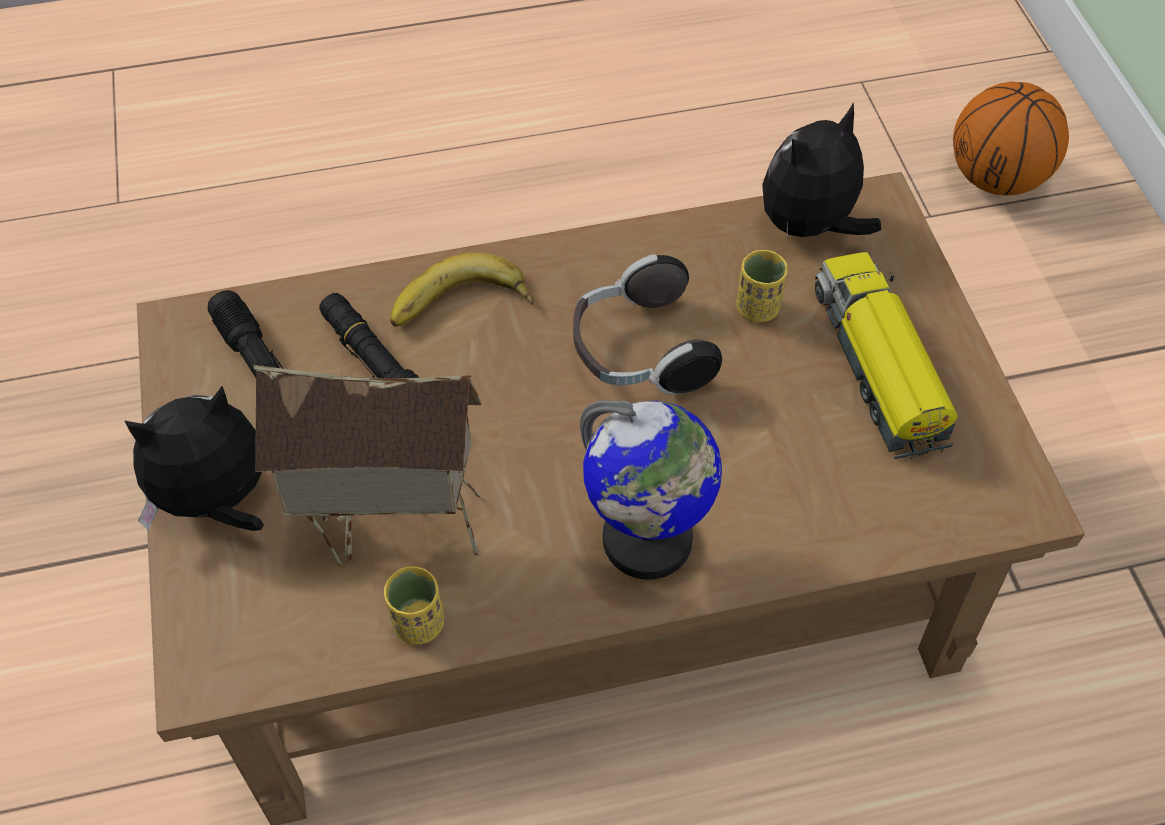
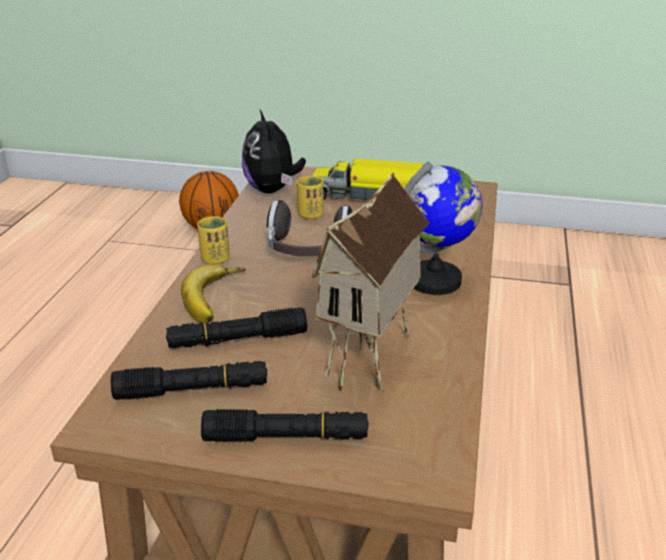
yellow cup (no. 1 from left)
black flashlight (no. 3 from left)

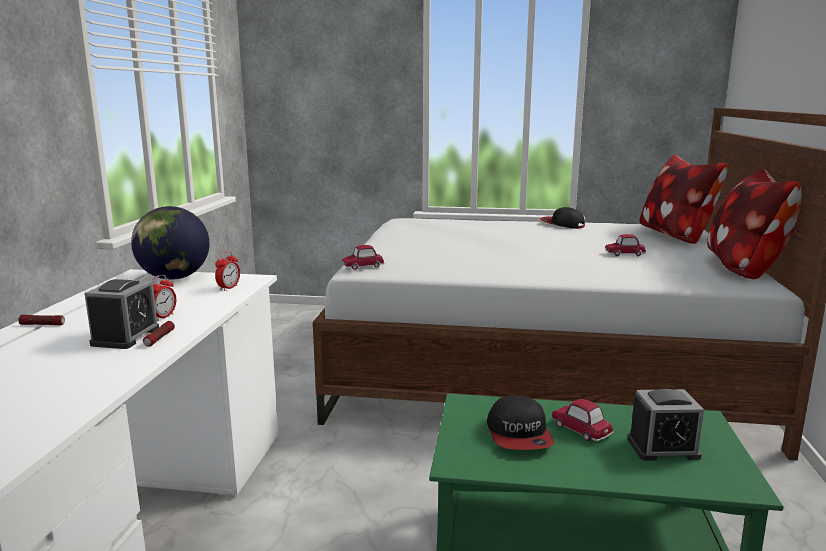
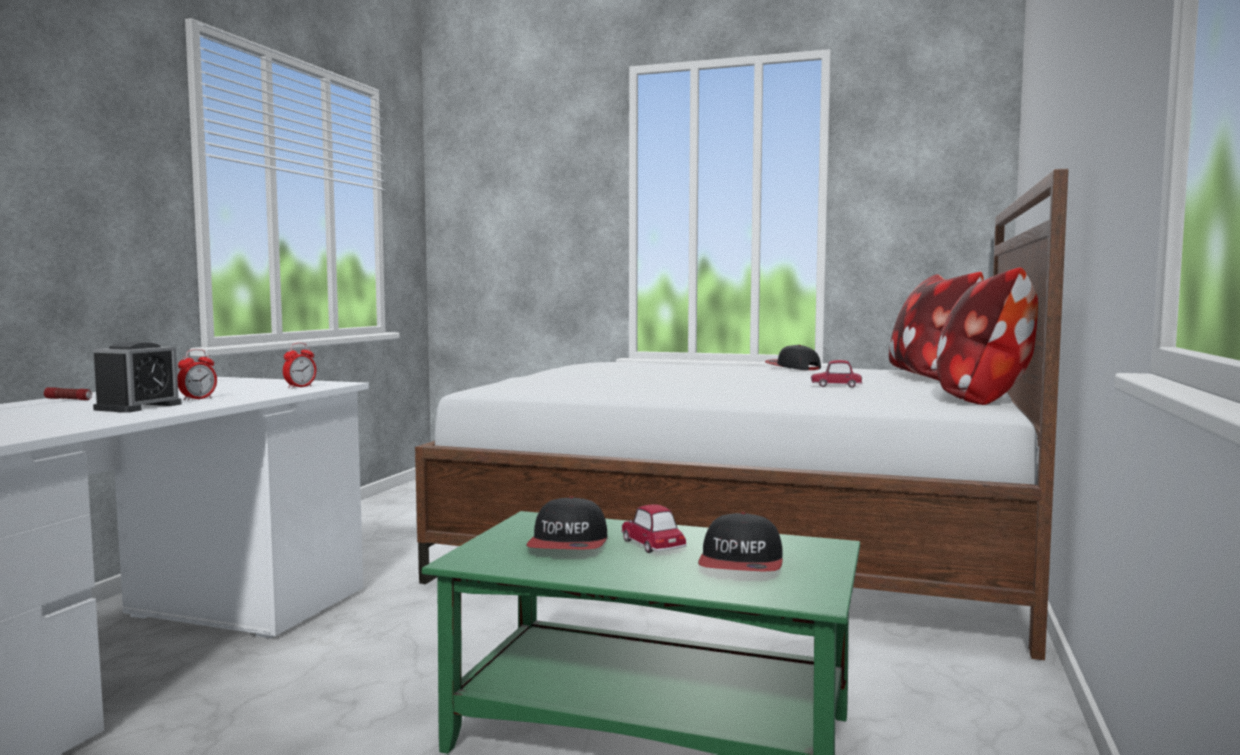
globe
flashlight (no. 2 from left in the first image)
toy car (no. 1 from left in the first image)
cap (no. 2 from left)

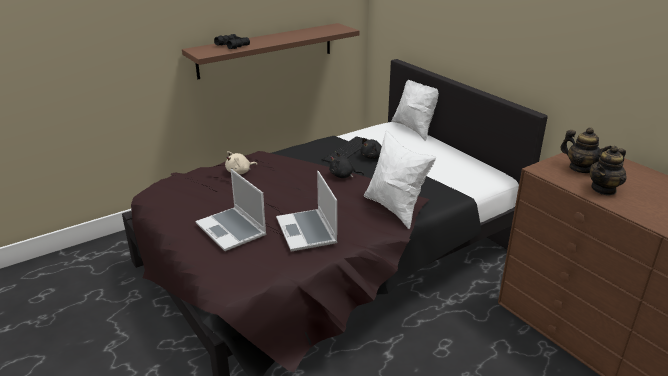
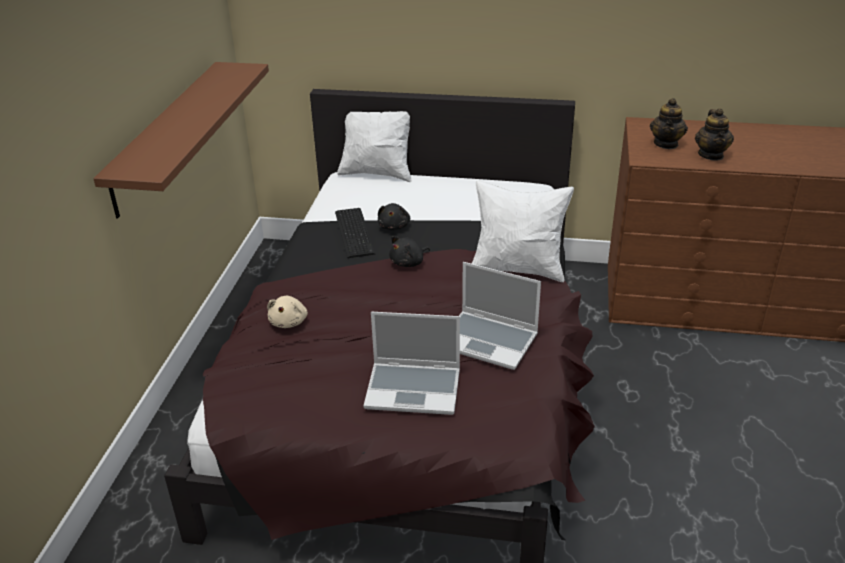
black binoculars
teapot (no. 1 from left)

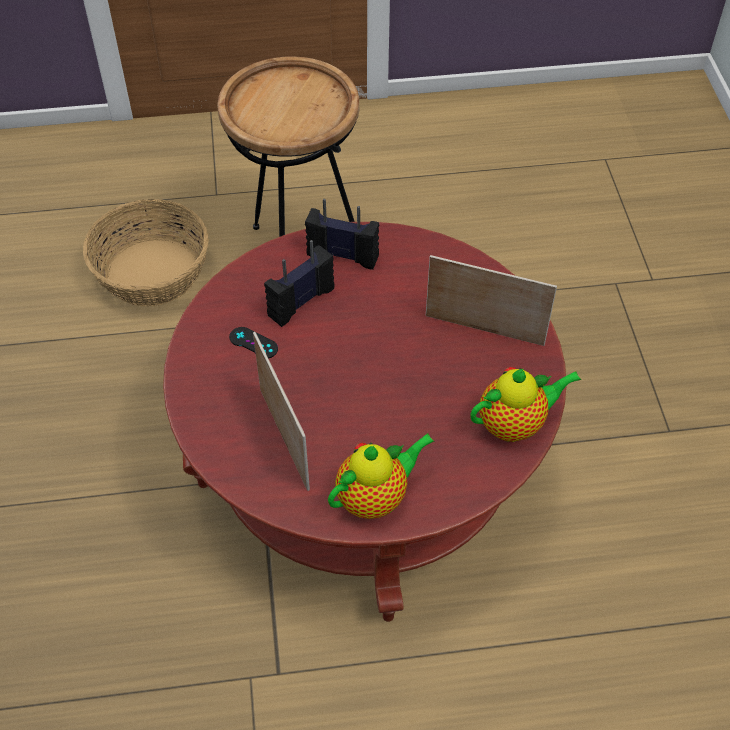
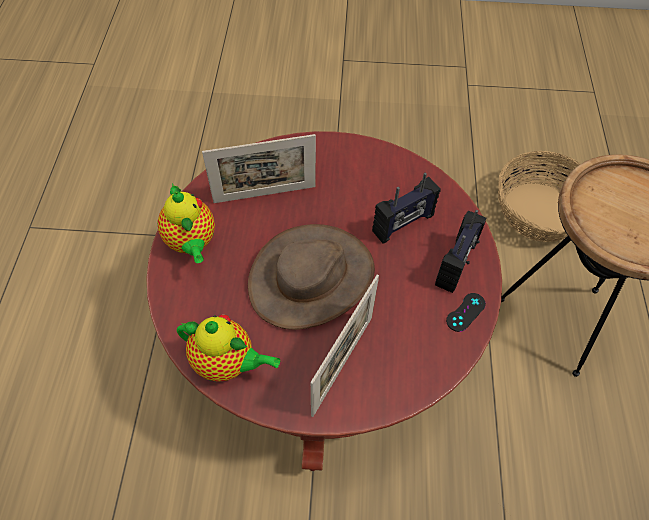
brown hat
black game controller
radio (no. 1 from left)
teapot (no. 2 from left)

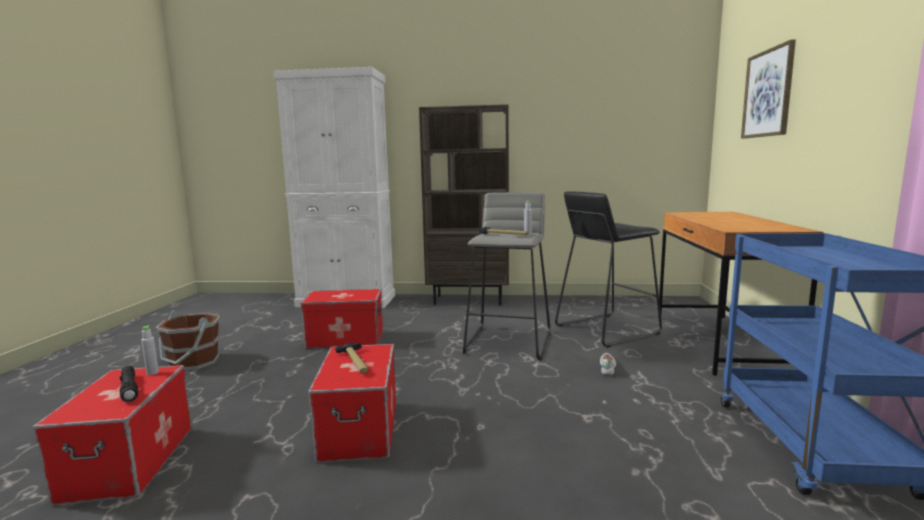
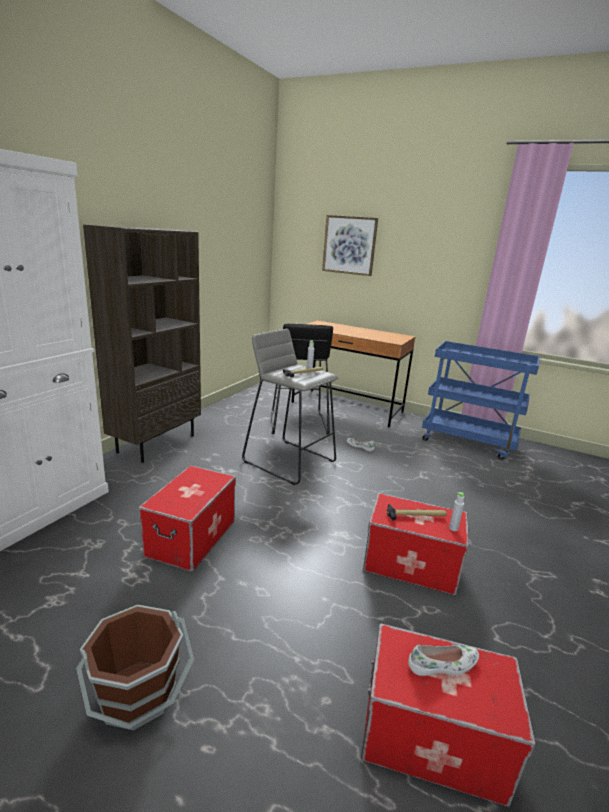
grey bottle (no. 2 from left)
white shoe (no. 2 from left)

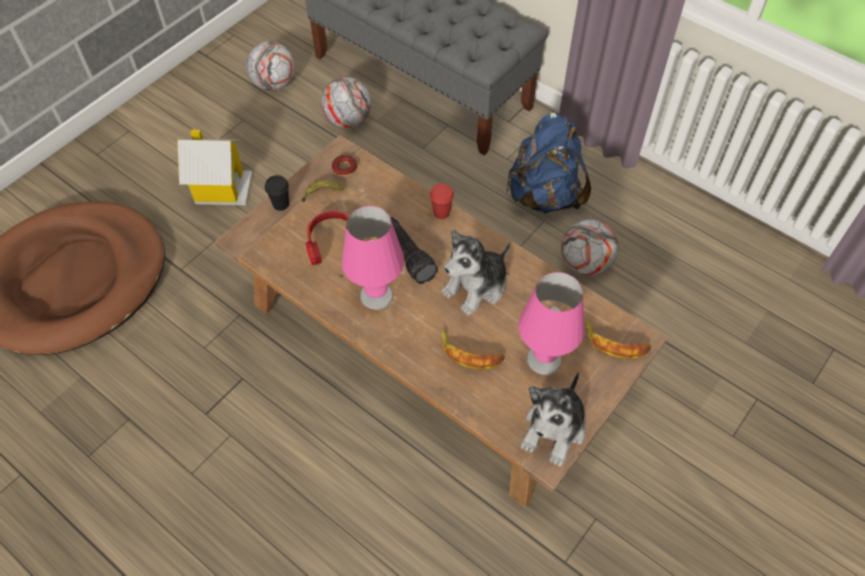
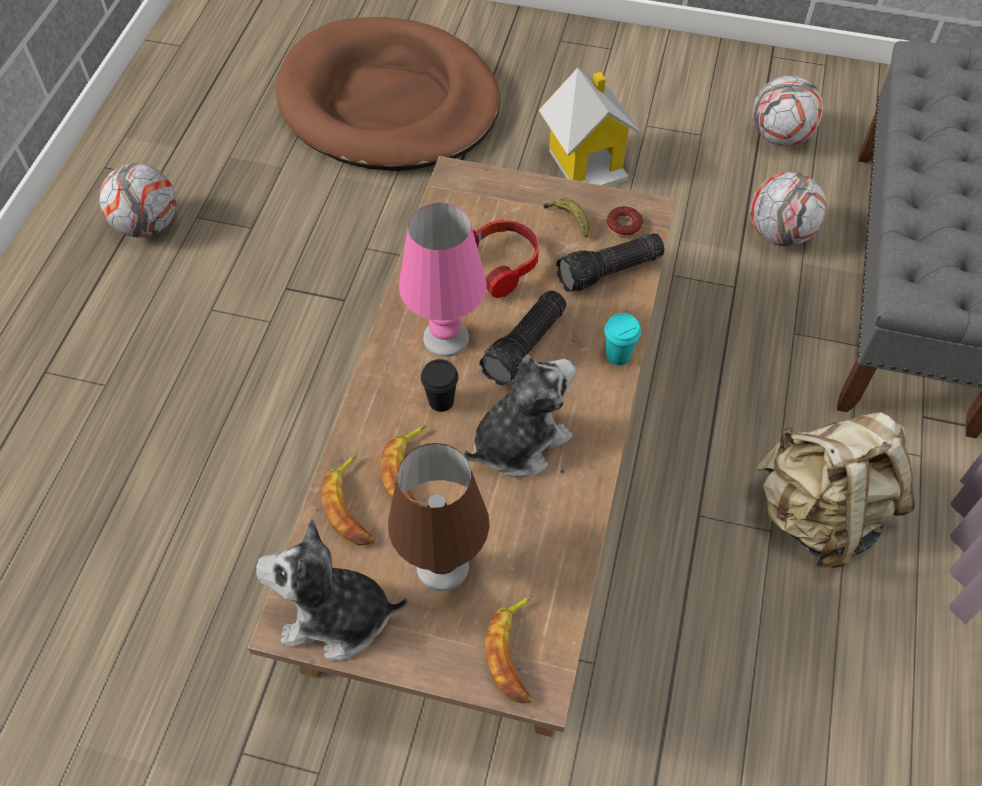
banana (no. 1 from left)
flashlight (no. 2 from left)
black cup
football (no. 1 from left)
turquoise cup
beige backpack
brown table lamp
plush toy (no. 2 from left)

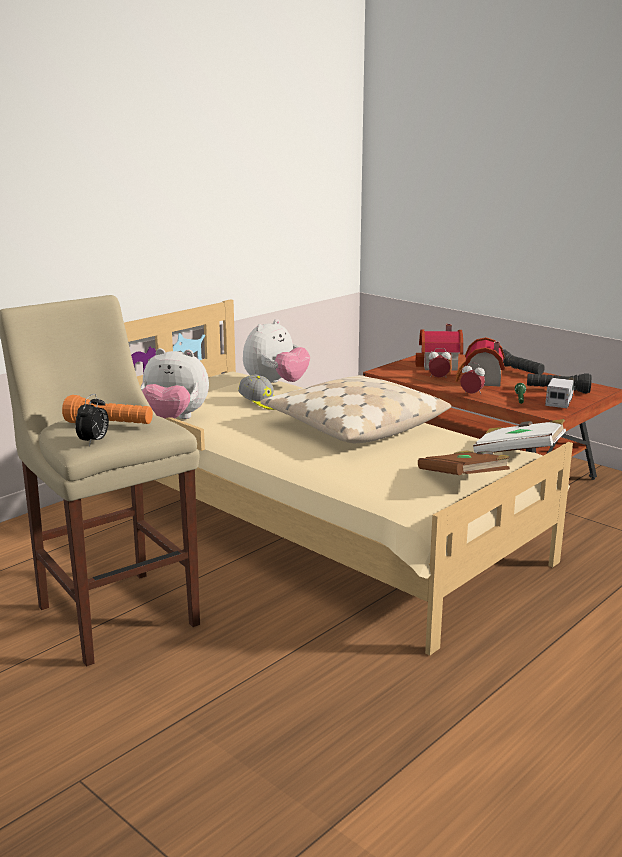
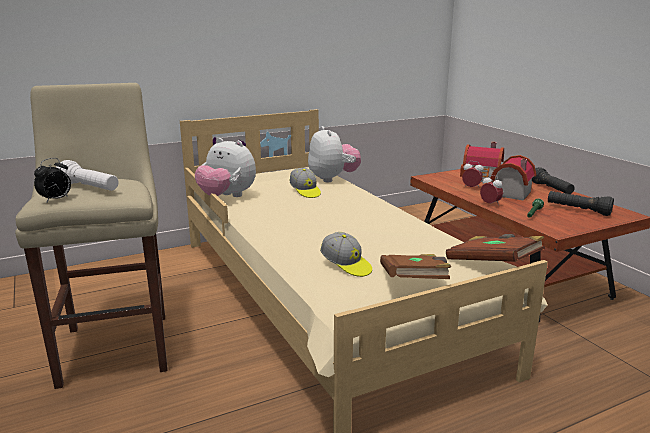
beige pillow
toy truck
cap (no. 2 from left)
white flashlight
brown book (no. 2 from left)
plush toy (no. 2 from left)

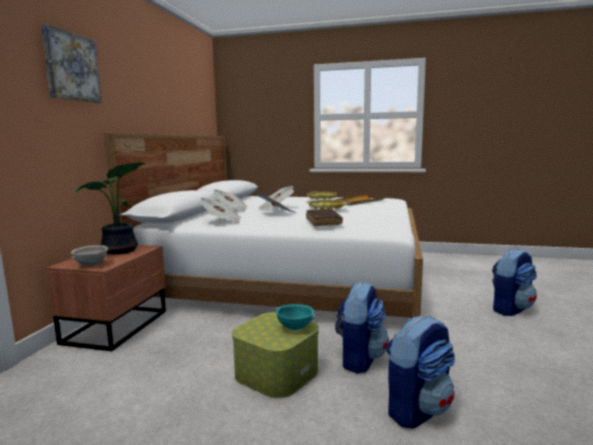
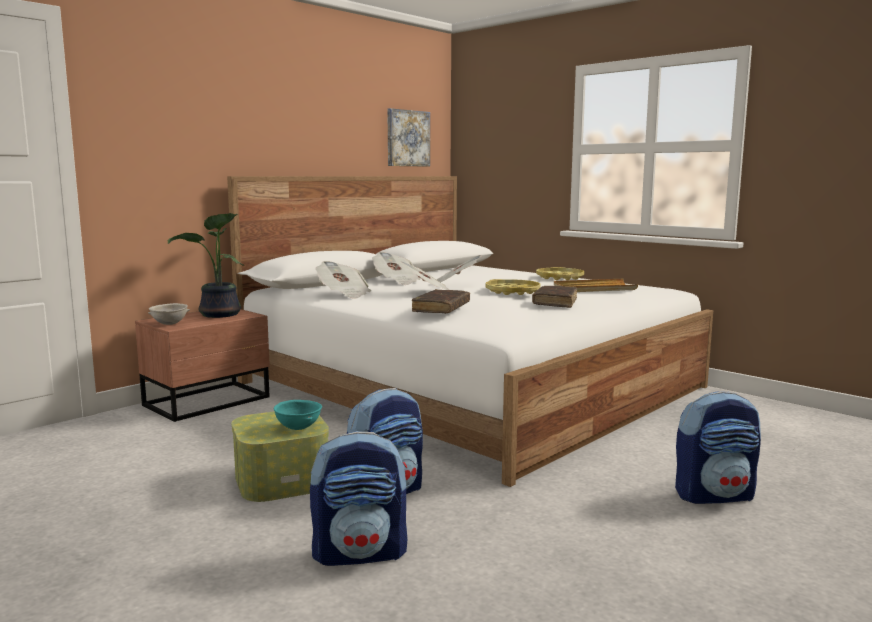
brown book (no. 2 from left)
picture

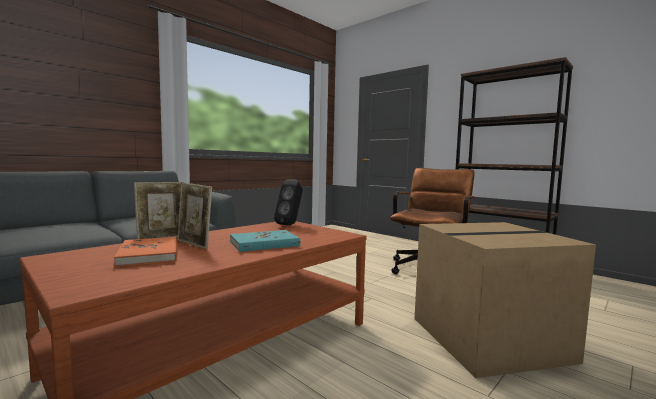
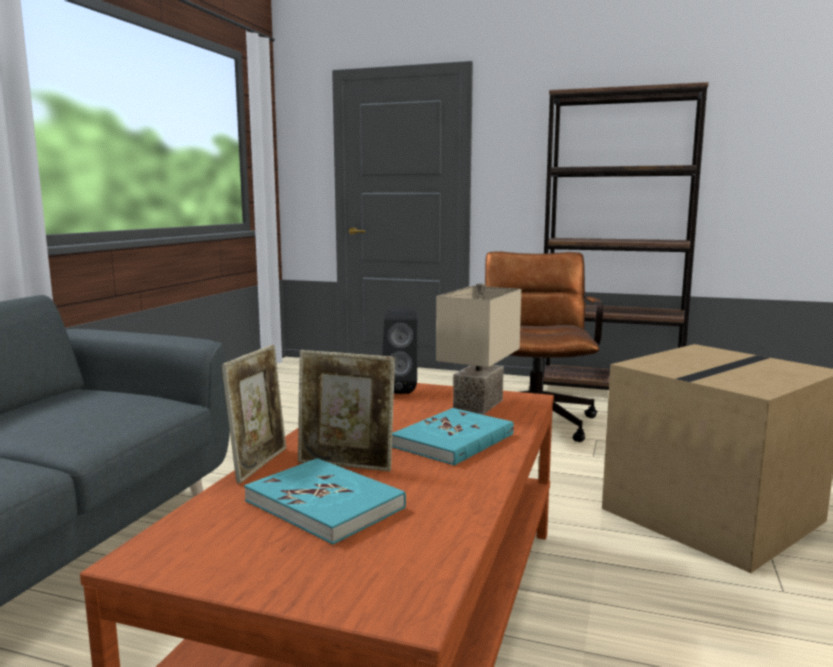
beige table lamp
turquoise book (no. 1 from left)

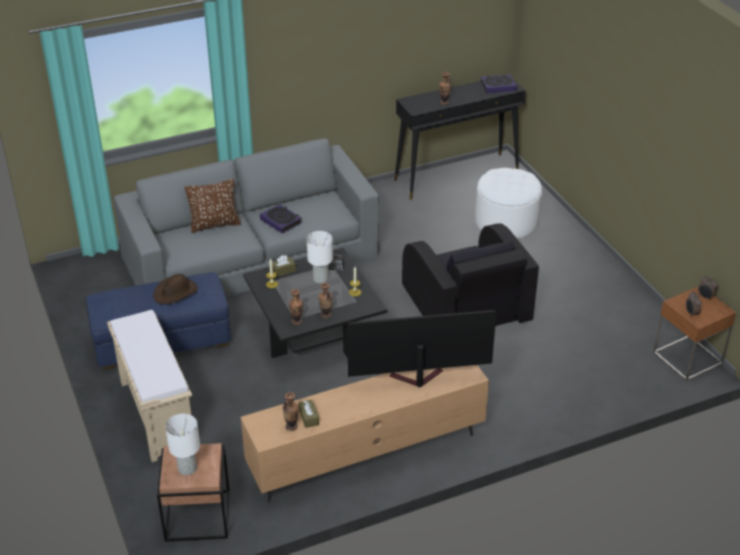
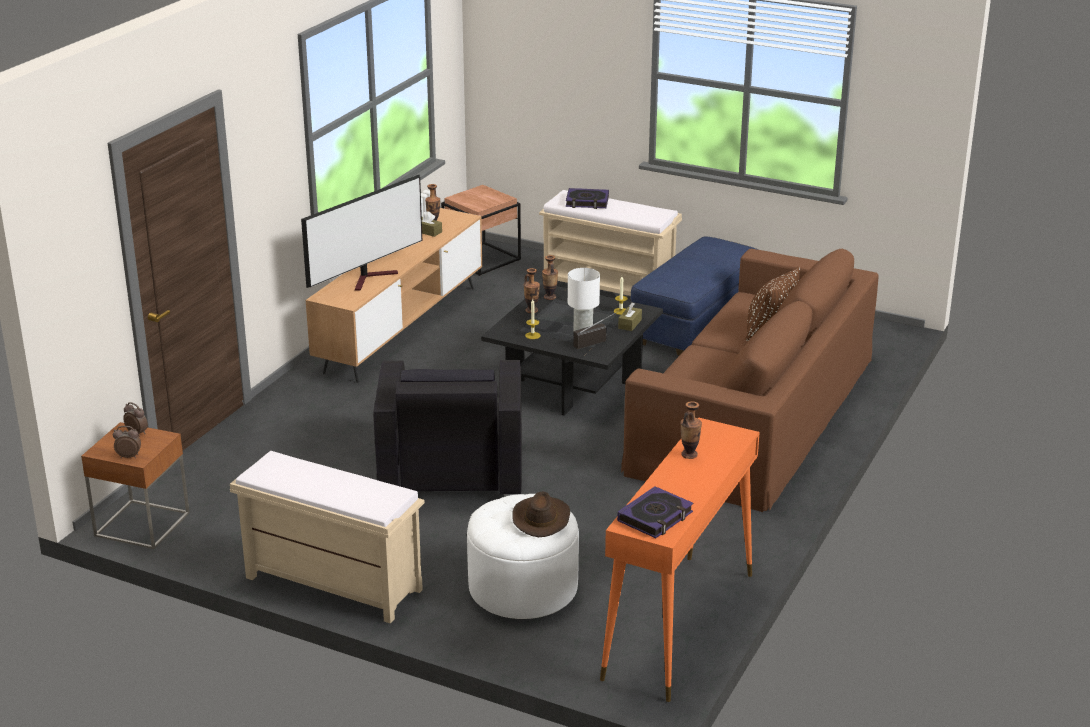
white table lamp (no. 1 from left in the first image)
beige bench (no. 1 from left)
brown hat
book (no. 1 from left)
brown sofa
orange console table
black armchair

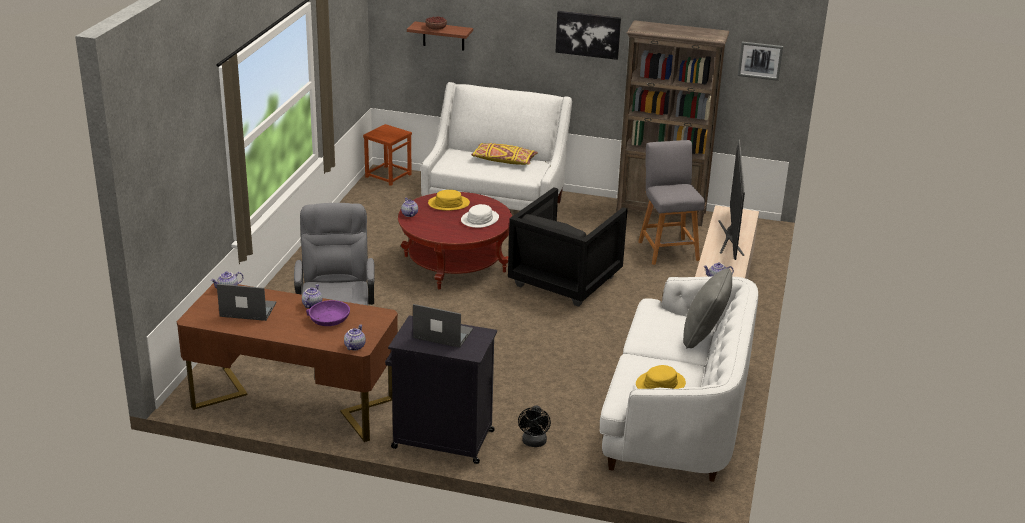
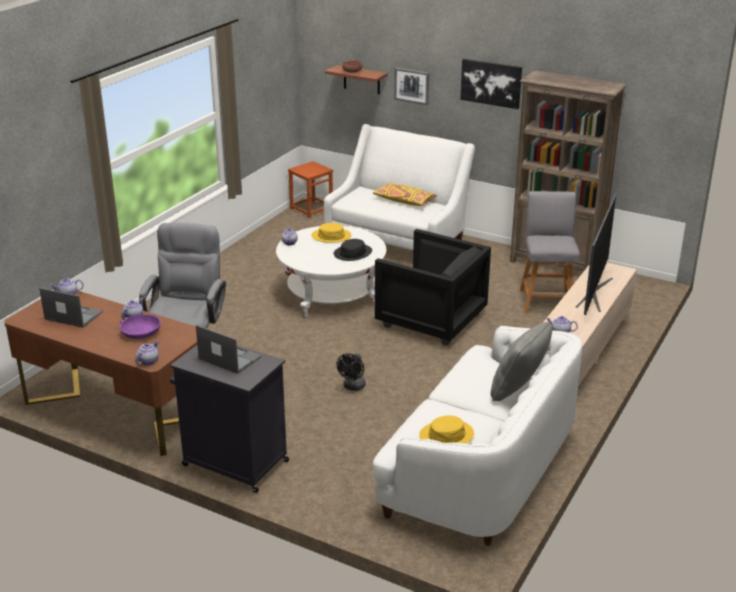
black fan
picture (no. 1 from left)
white coffee table
black hat
black armchair

